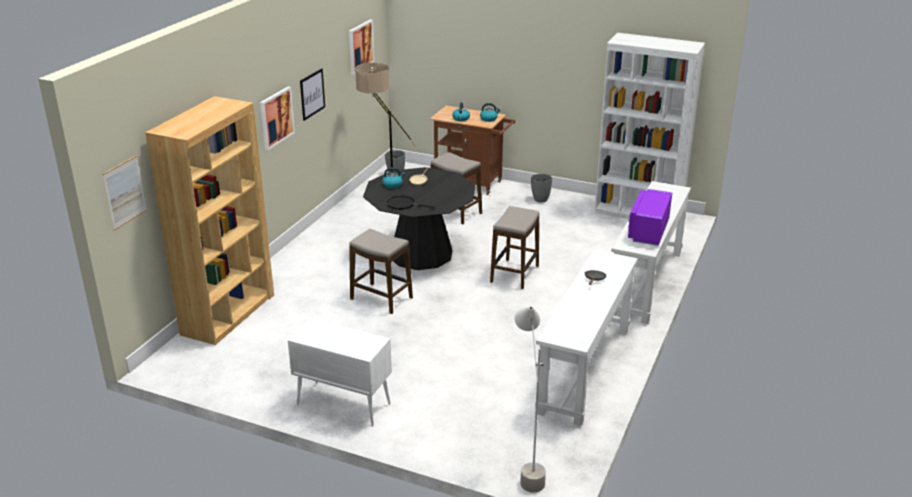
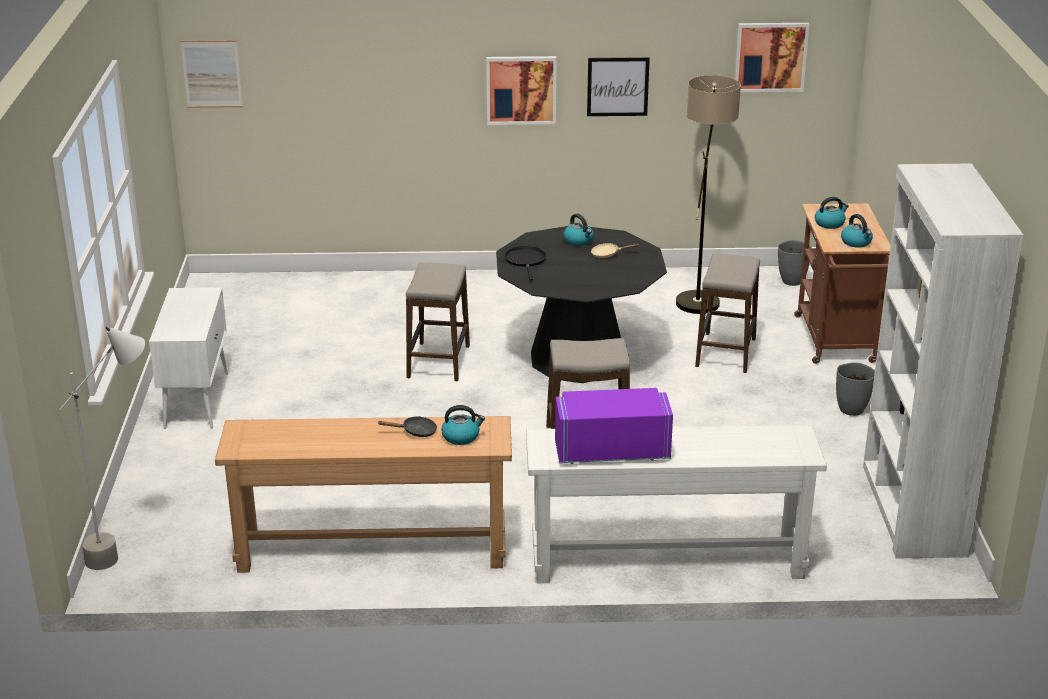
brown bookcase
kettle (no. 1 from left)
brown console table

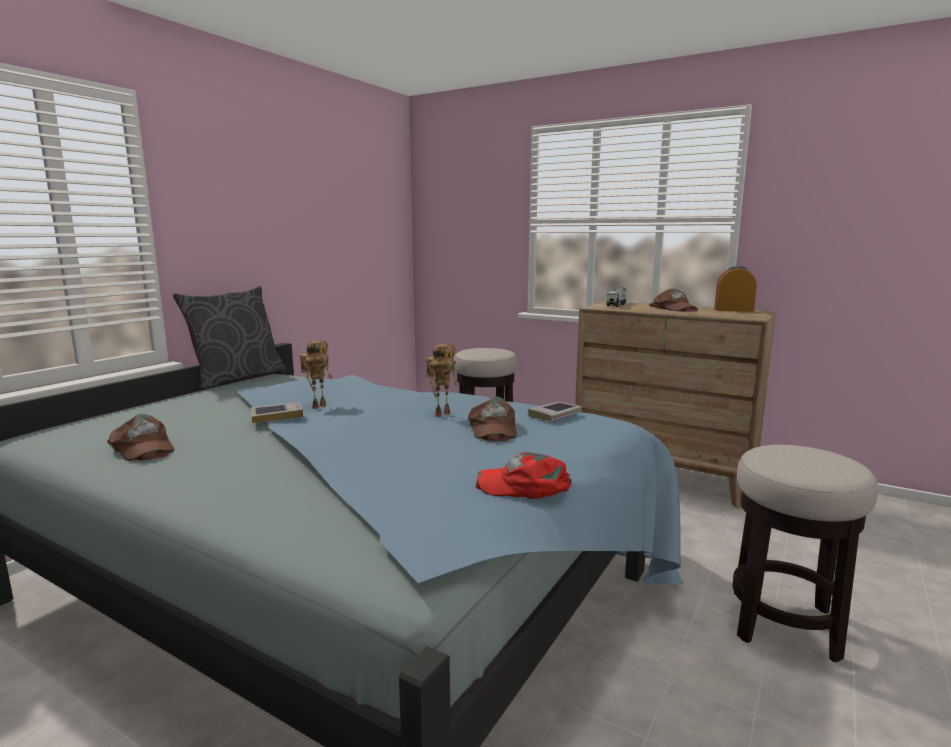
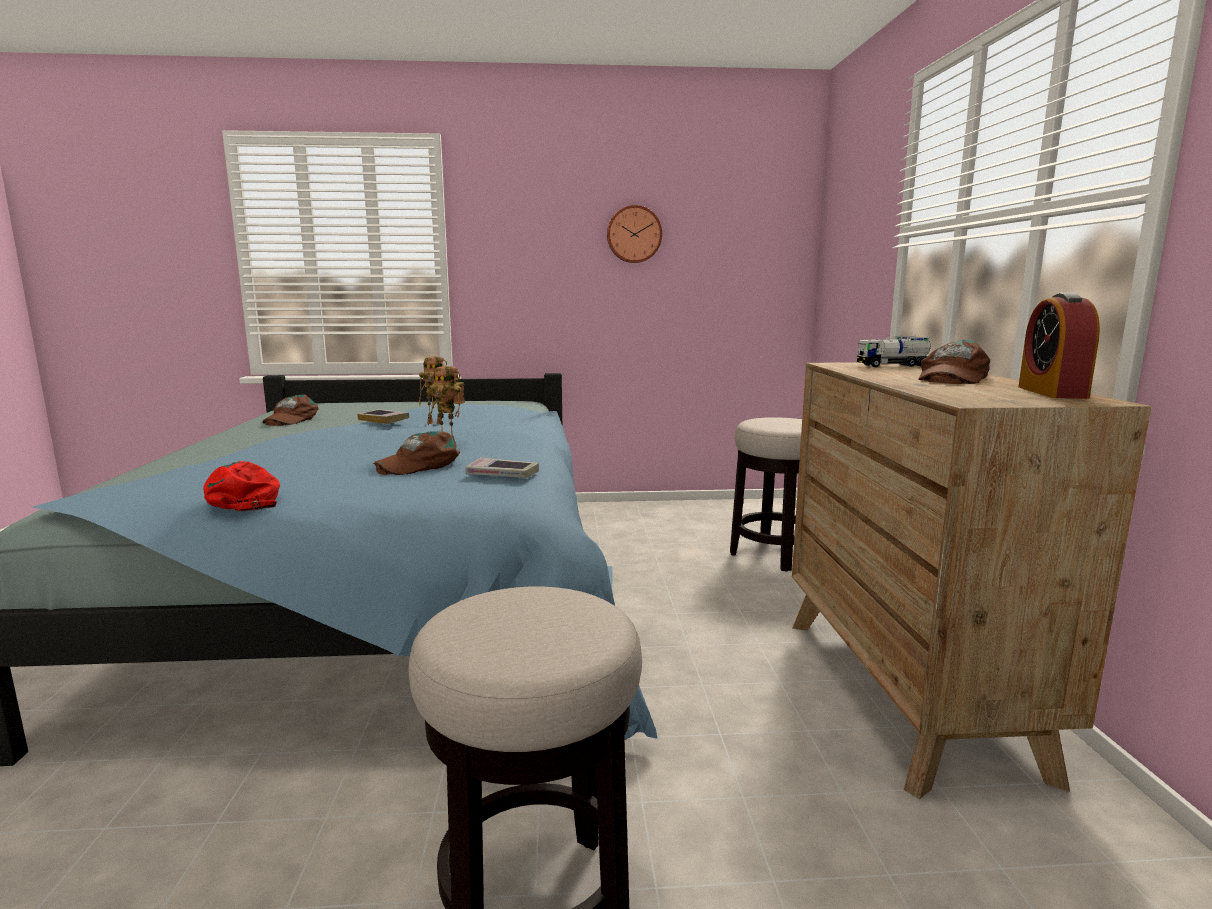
grey pillow
wall clock
alarm clock

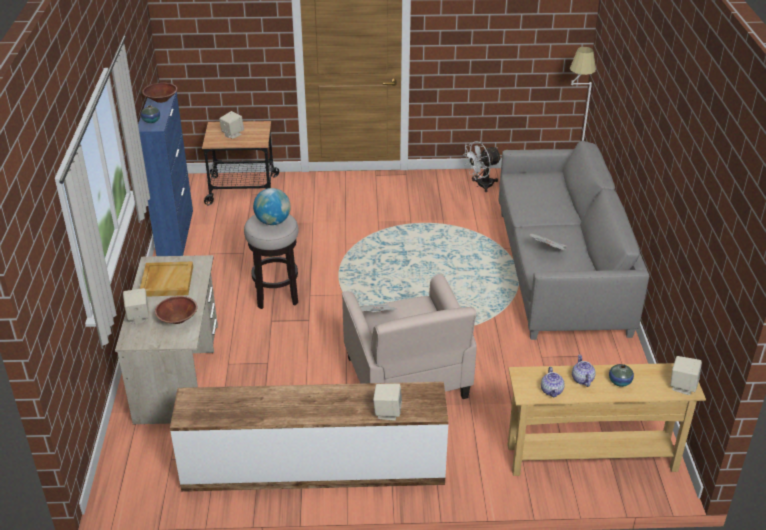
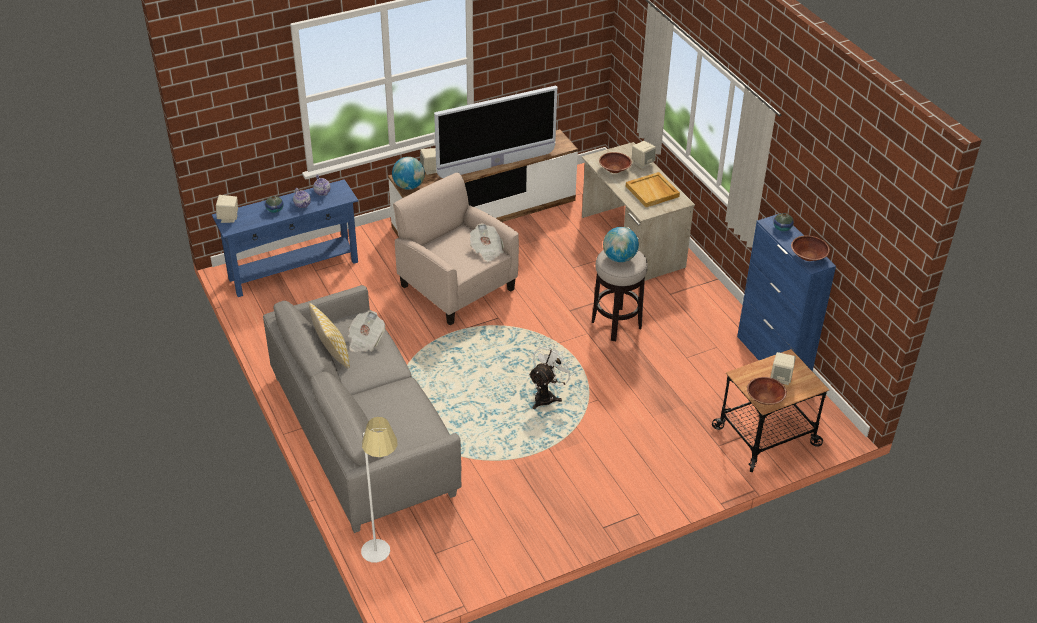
pillow
globe (no. 1 from left)
television
brown bowl (no. 2 from left)
white fan
blue console table

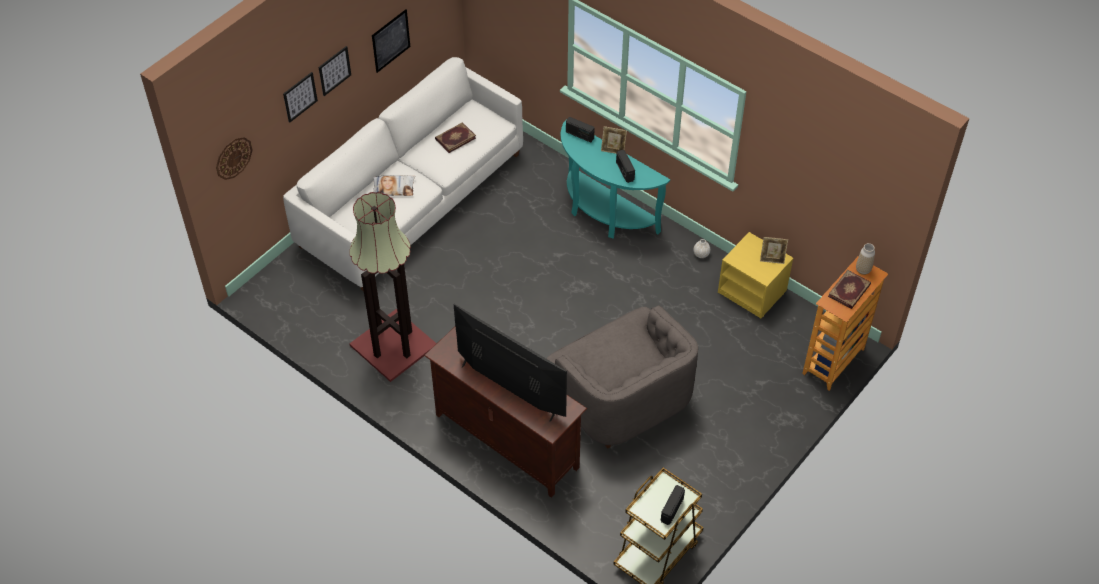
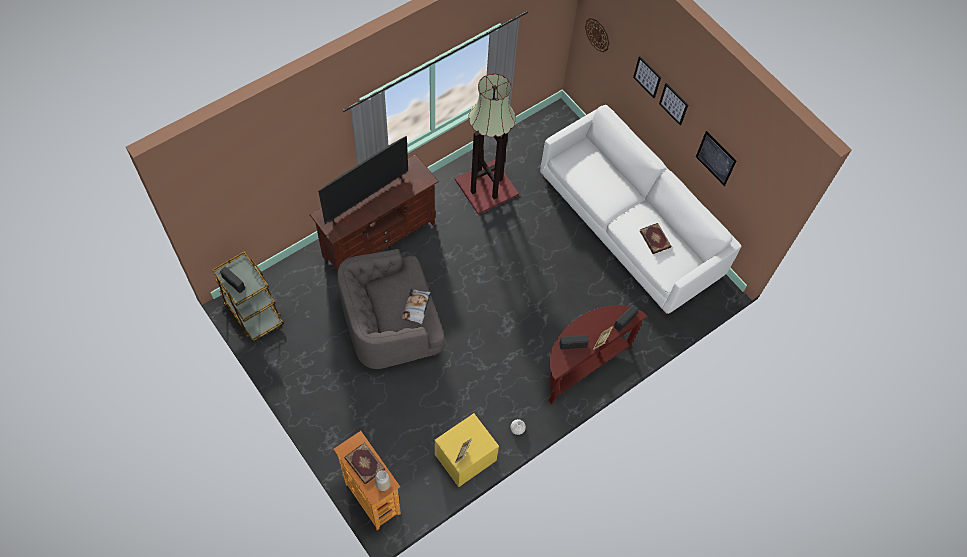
pillow
brown console table

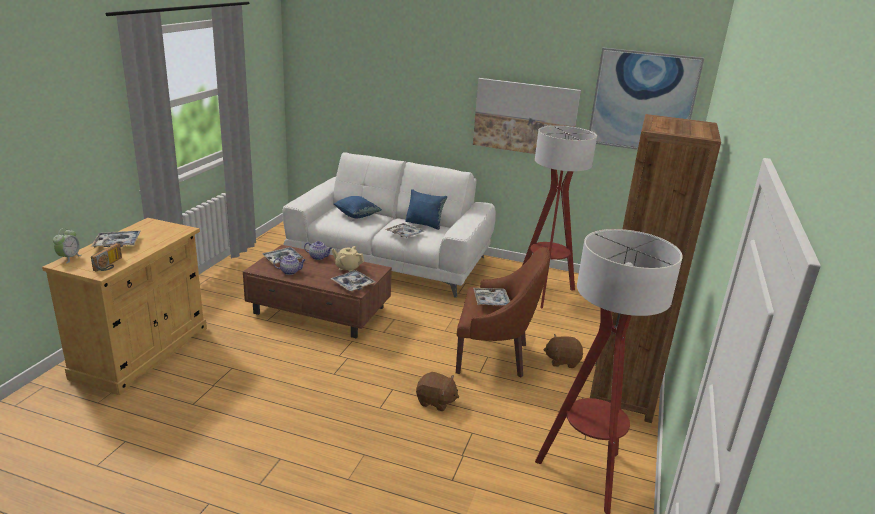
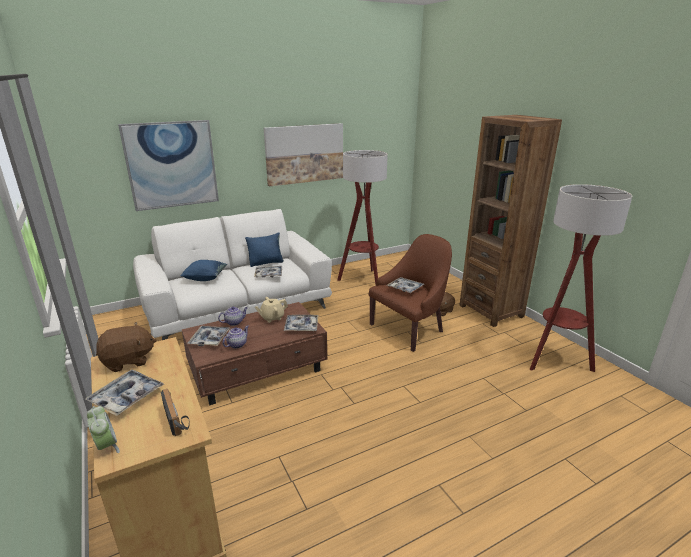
brown plush toy (no. 1 from left)
picture (no. 1 from left)

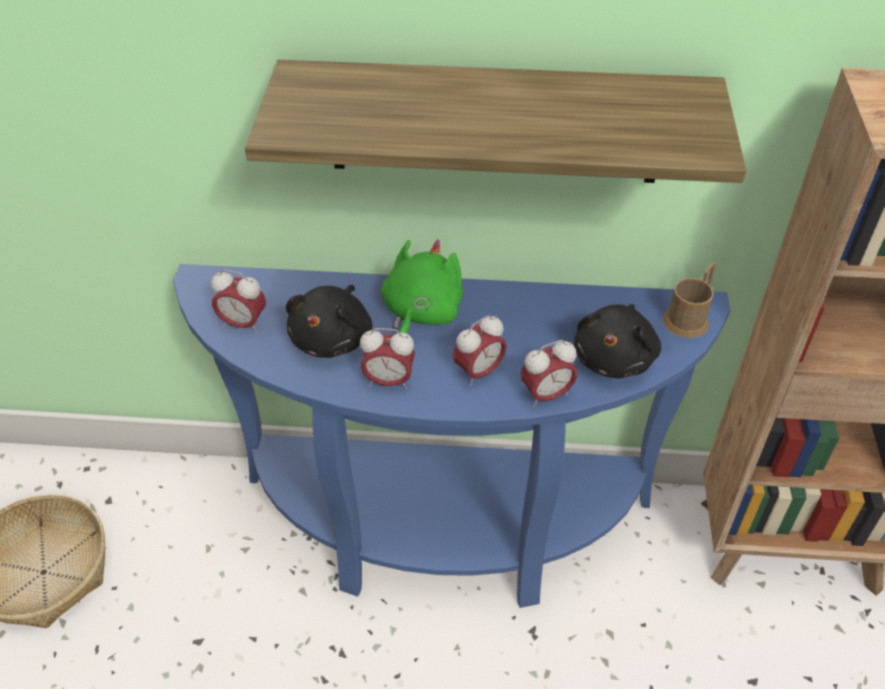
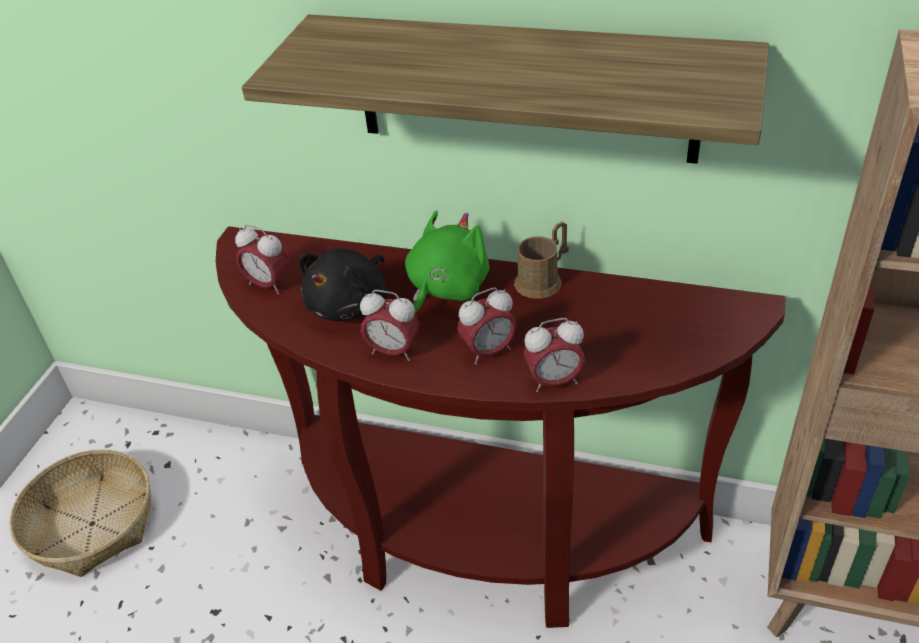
black plush toy (no. 2 from left in the first image)
brown mug
brown console table

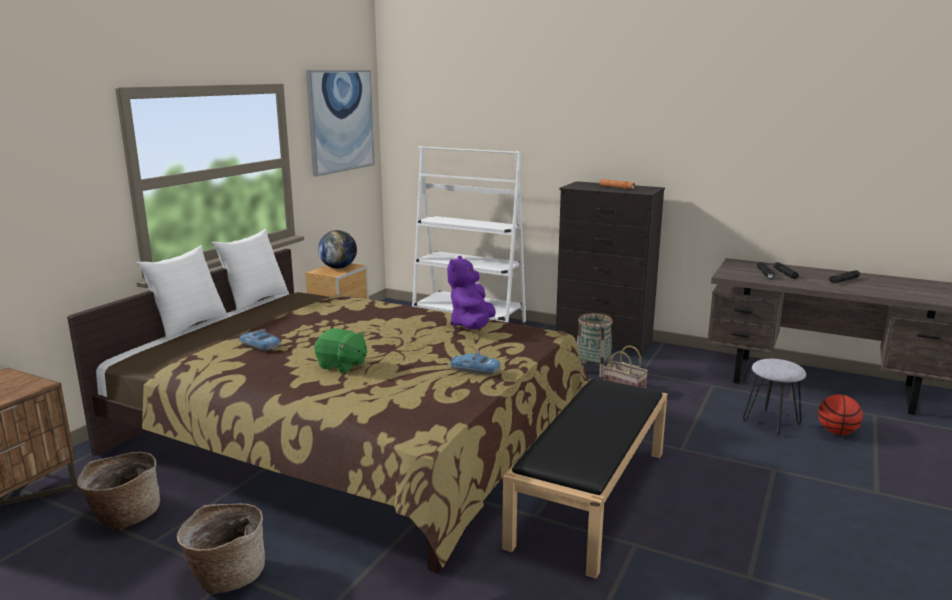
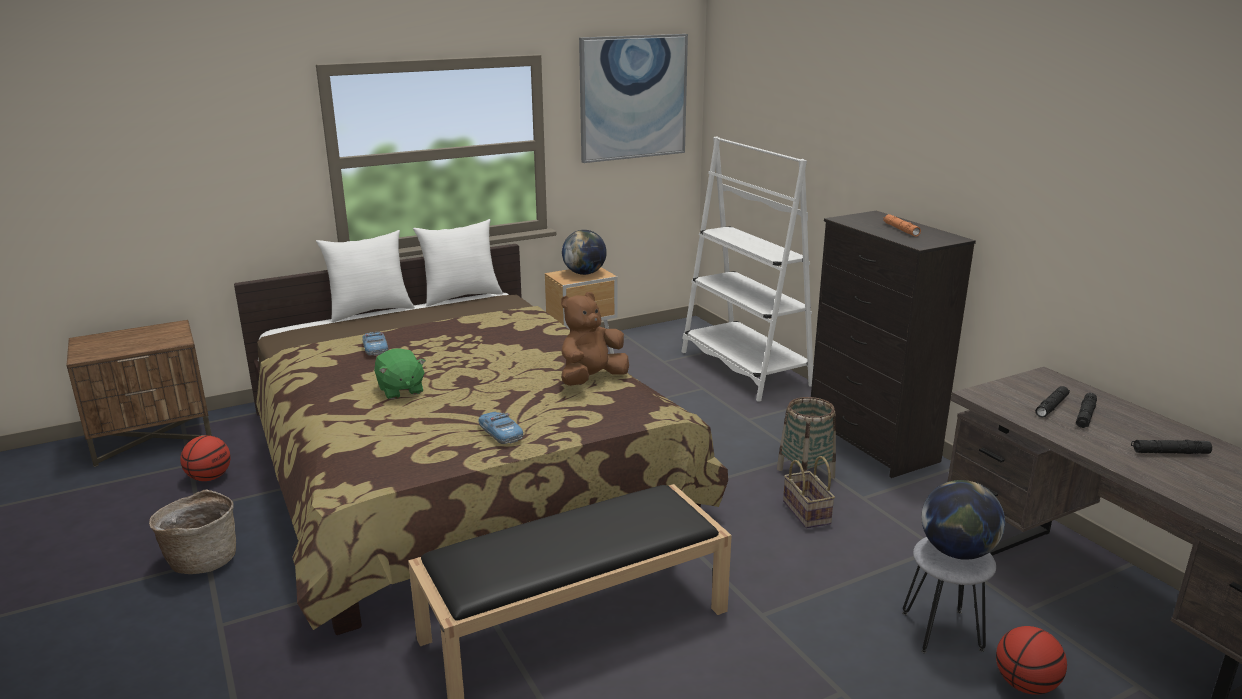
globe (no. 2 from left)
basketball (no. 1 from left)
brown plush toy

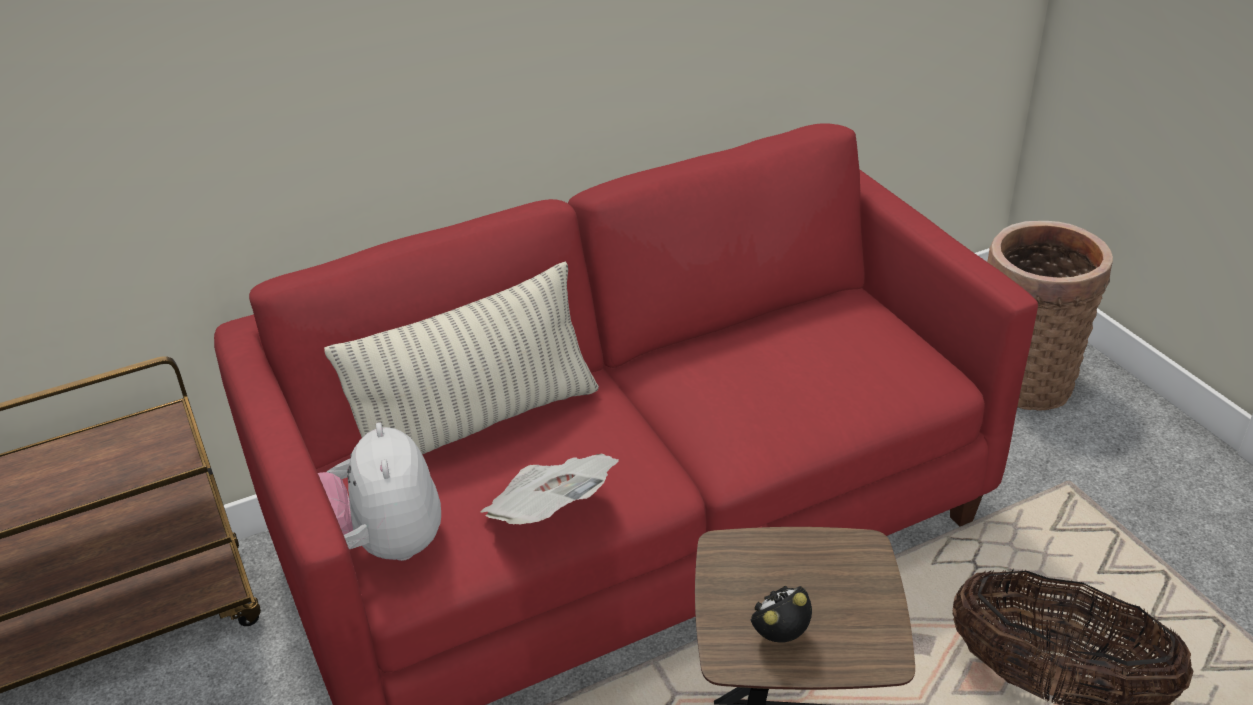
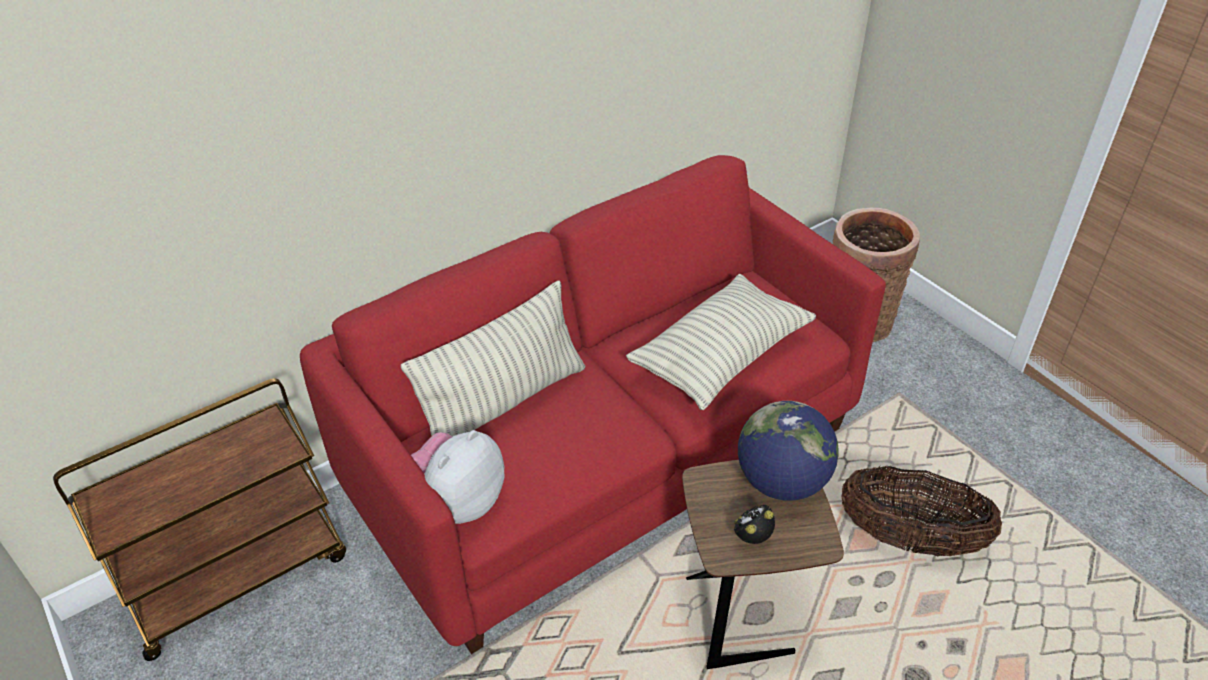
newspaper
pillow (no. 2 from left)
globe
plush toy

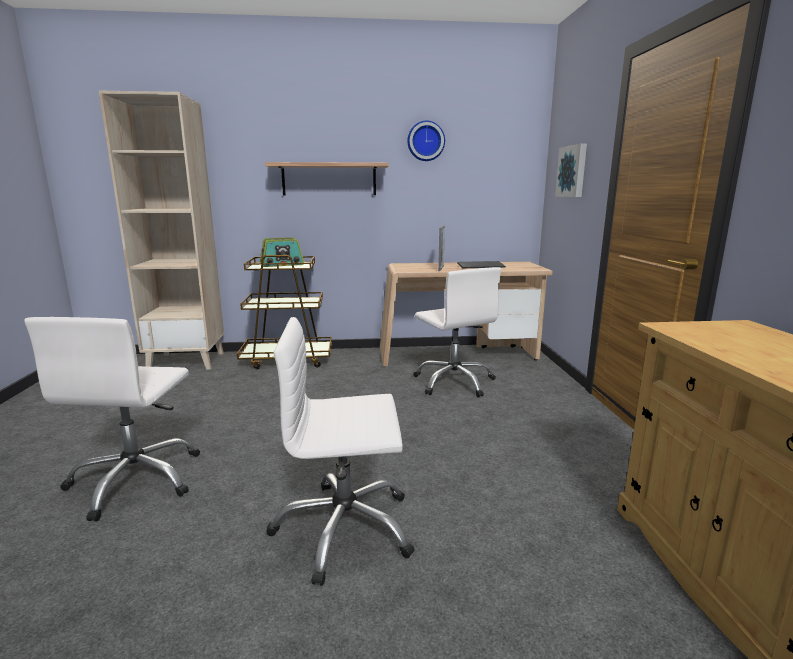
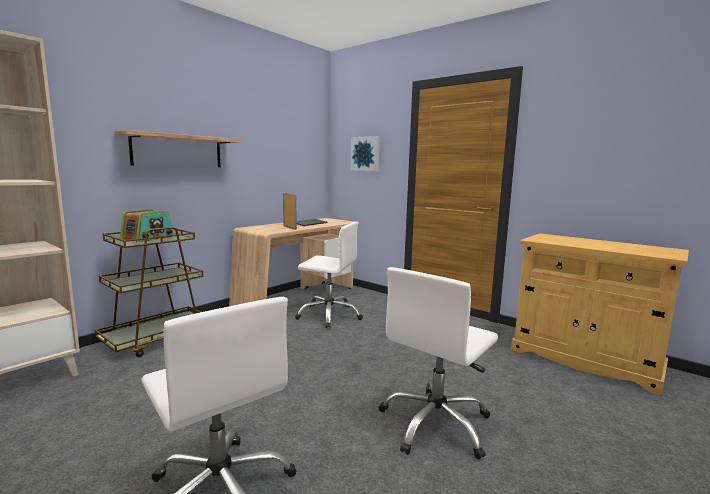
wall clock

